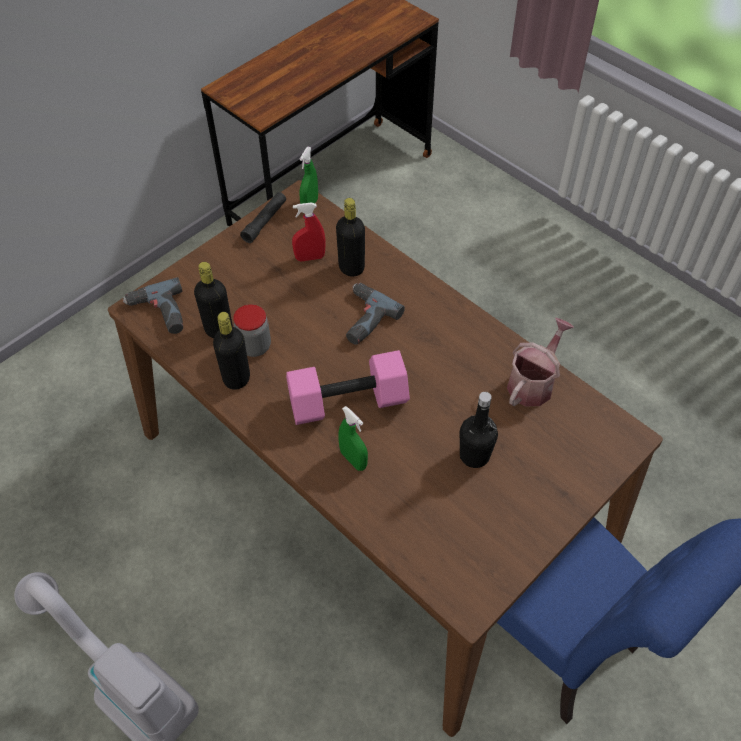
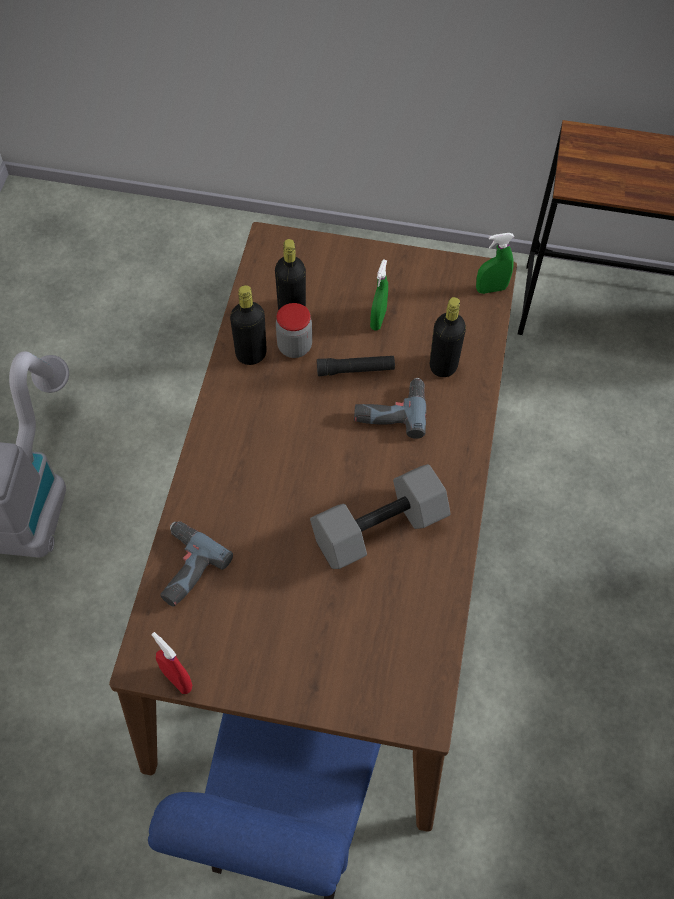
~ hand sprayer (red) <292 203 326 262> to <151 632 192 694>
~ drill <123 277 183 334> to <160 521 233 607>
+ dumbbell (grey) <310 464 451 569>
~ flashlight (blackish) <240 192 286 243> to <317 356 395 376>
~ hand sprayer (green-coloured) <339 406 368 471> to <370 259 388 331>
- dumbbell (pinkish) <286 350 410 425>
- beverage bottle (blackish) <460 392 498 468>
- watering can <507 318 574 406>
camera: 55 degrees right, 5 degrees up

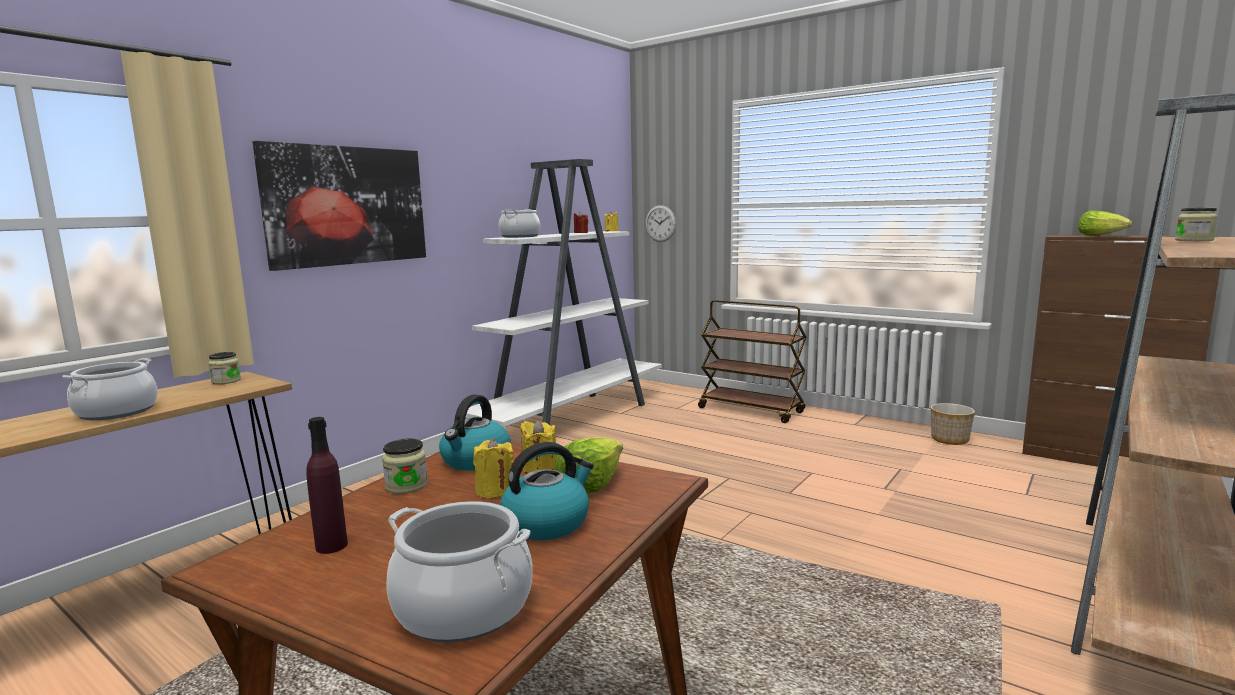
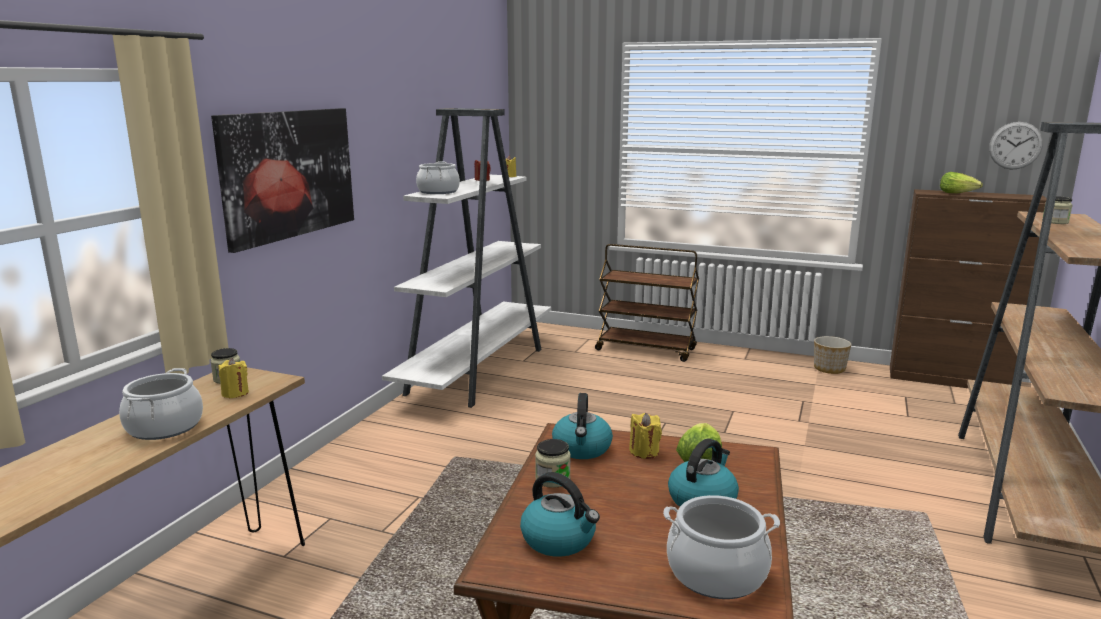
~ candle (yellowish) <473 438 513 498> to <218 358 249 399>
~ beverage bottle (purple-coloured) <306 417 348 554> to water kettle <520 472 600 557>
~ wall clock <645 205 676 242> to <989 122 1043 170>
camera: 15 degrees left, 5 degrees up

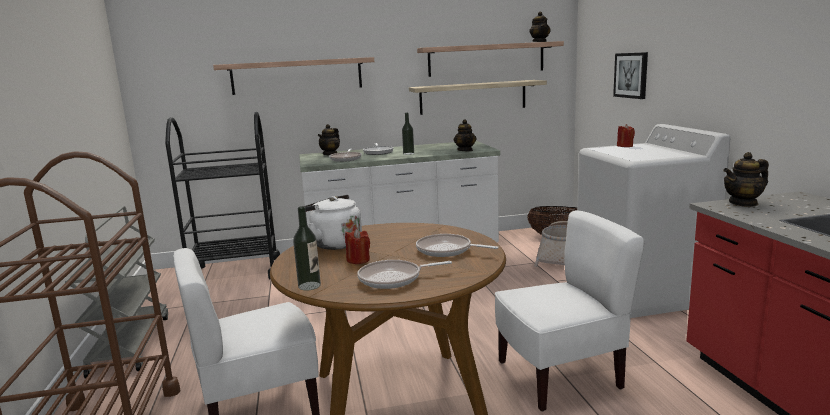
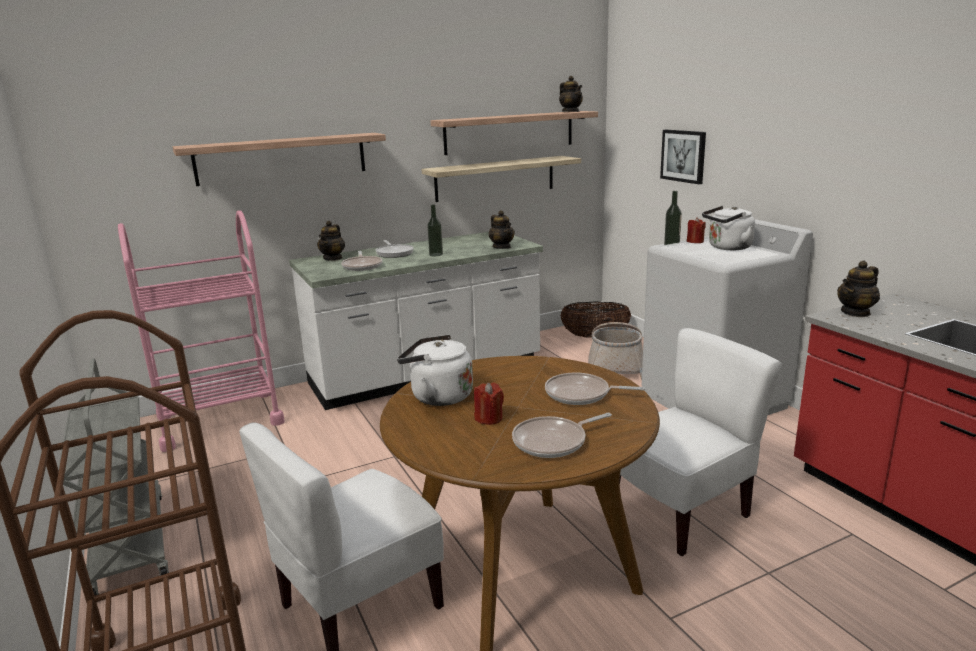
~ cart (blackish) <165 112 280 280> to cart (pinkish) <118 210 285 452>
~ beverage bottle <293 206 321 290> to <664 191 682 248>
+ water kettle (white) <702 206 755 250>
camera: 15 degrees left, 5 degrees up

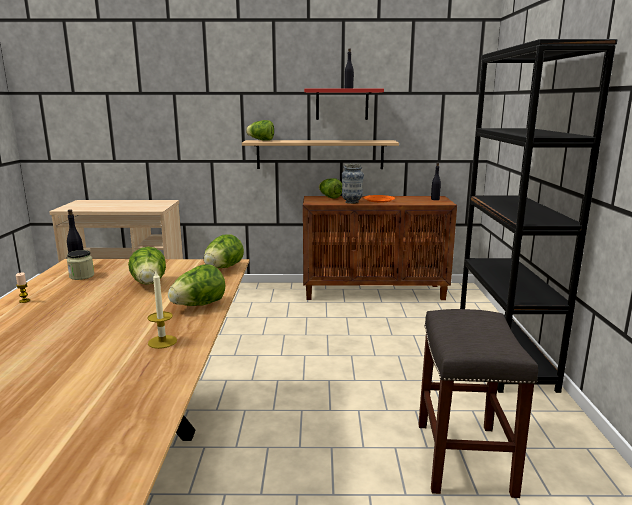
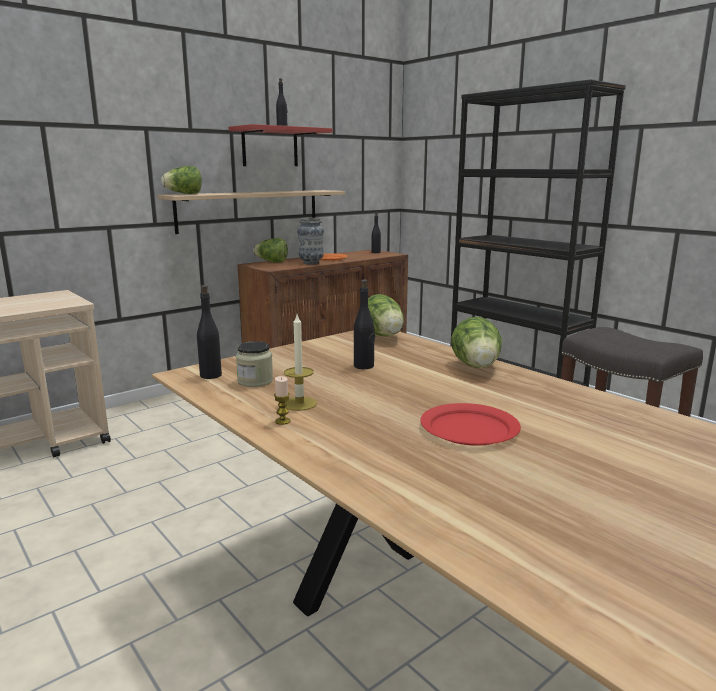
~ candle <147 271 177 349> to <284 315 317 411>
~ head of lettuce <128 247 166 285> to beverage bottle (blackish) <354 279 375 369>
+ flat dish (red) <420 403 521 446>
camera: 40 degrees left, 0 degrees up

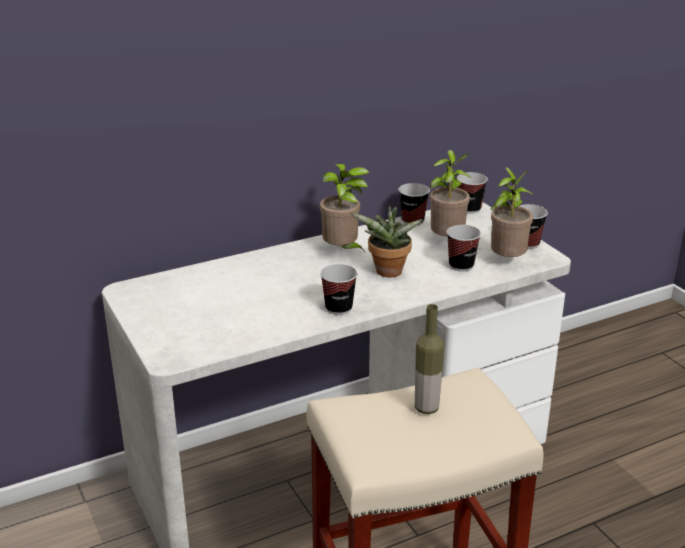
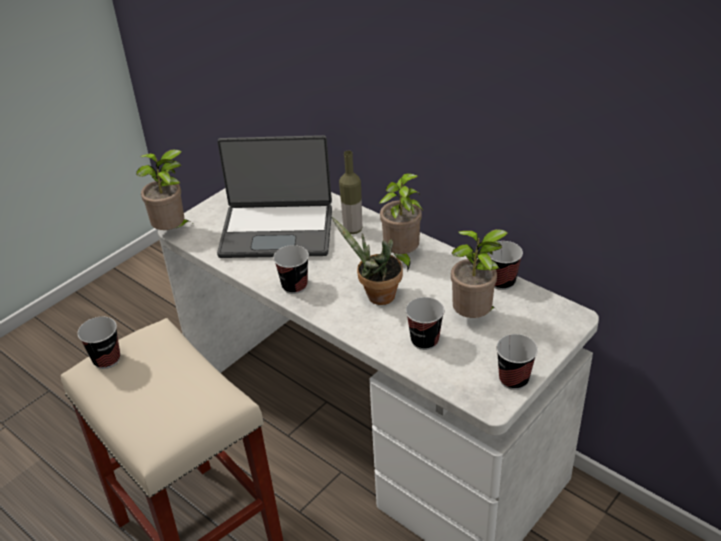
~ drinking cup <457 172 488 214> to <77 317 120 369>
~ houseplant <490 167 534 257> to <136 149 192 230>
+ laptop <217 135 332 258>
~ beverage bottle <415 304 444 414> to <339 150 362 234>
camera: 70 degrees right, 10 degrees up

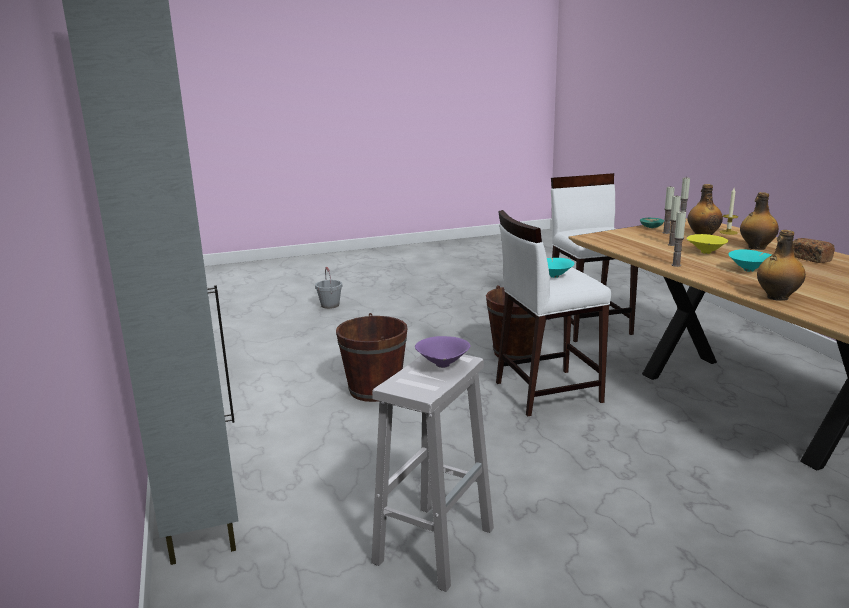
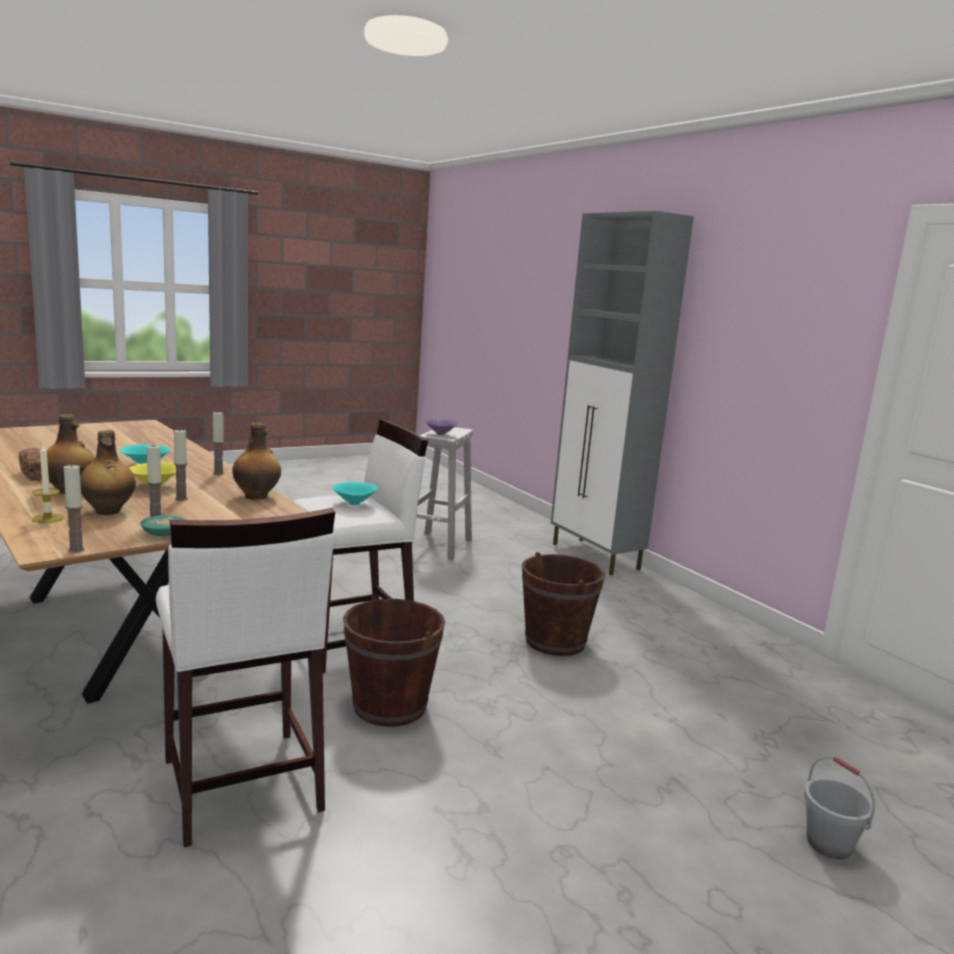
~ beverage bottle <757 230 806 301> to <232 422 281 500>
camera: 165 degrees right, 5 degrees down

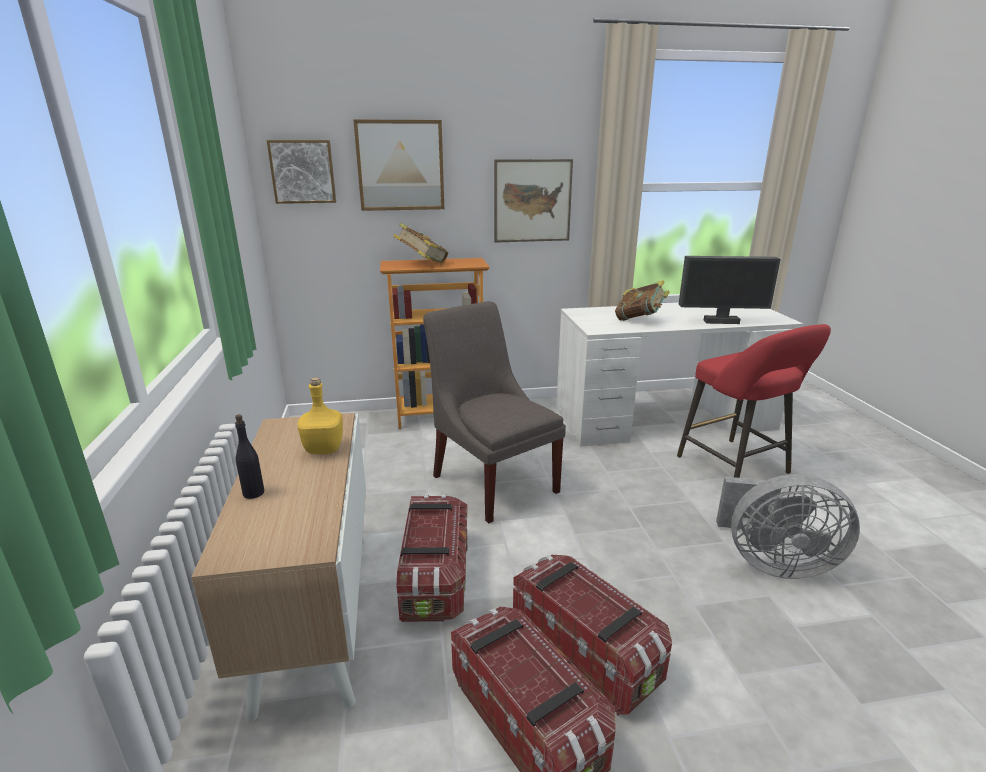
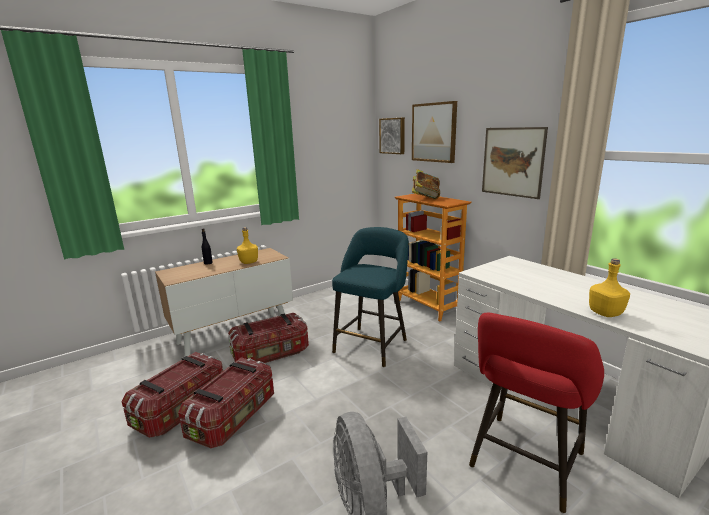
~ upright chair (grey) <423 301 566 523> to stool seat (blue-green) <332 227 409 367>
~ monitor <679 256 781 324> to beverage bottle (yellowish) <589 258 630 317>
- volume <615 280 669 321>
camera: 65 degrees right, 5 degrees down

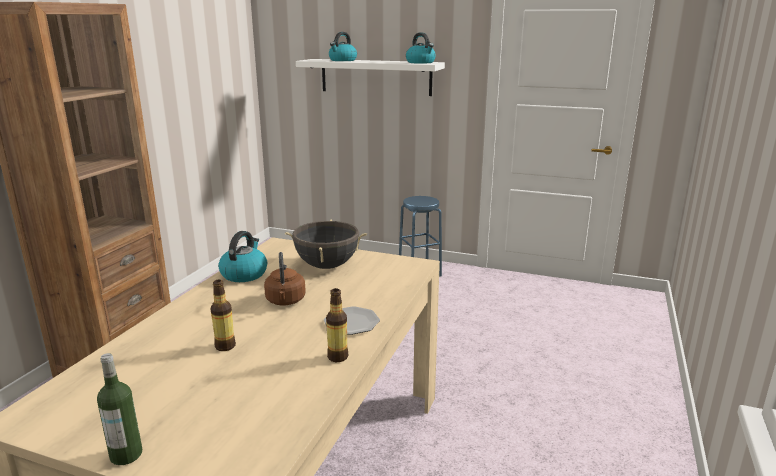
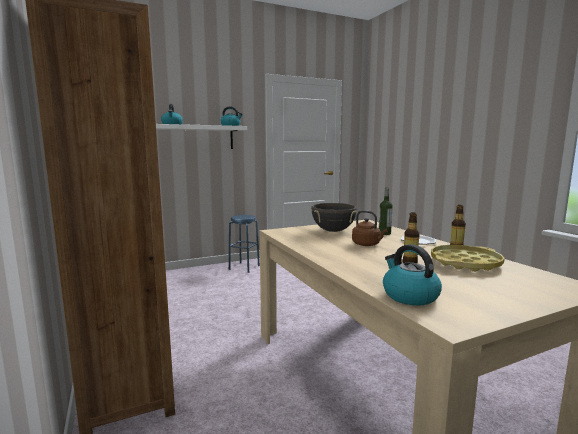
~ beverage bottle <97 353 142 465> to <379 187 393 235>
~ water kettle <218 231 267 282> to <383 244 442 306>
+ carrying tray (yellowish) <431 245 505 272>
camera: 45 degrees left, 10 degrees down

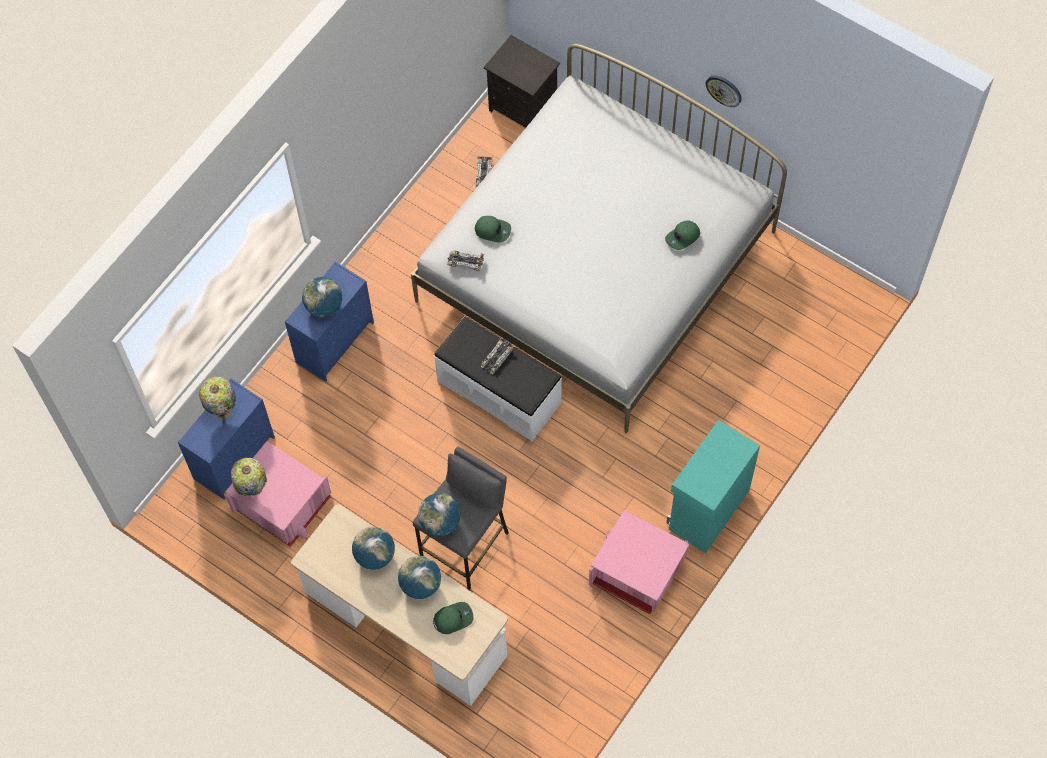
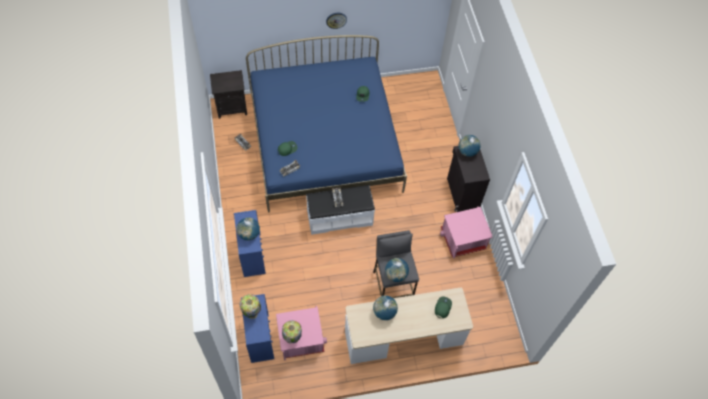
~ bedroom bed (white) <411 44 787 433> to bedroom bed (bluish) <246 35 407 212>
~ storage cabinet (blue-green) <666 420 760 553> to storage cabinet (blackish) <447 146 490 212>
~ world globe <398 556 441 599> to <459 135 481 157>
camera: 50 degrees left, 5 degrees down

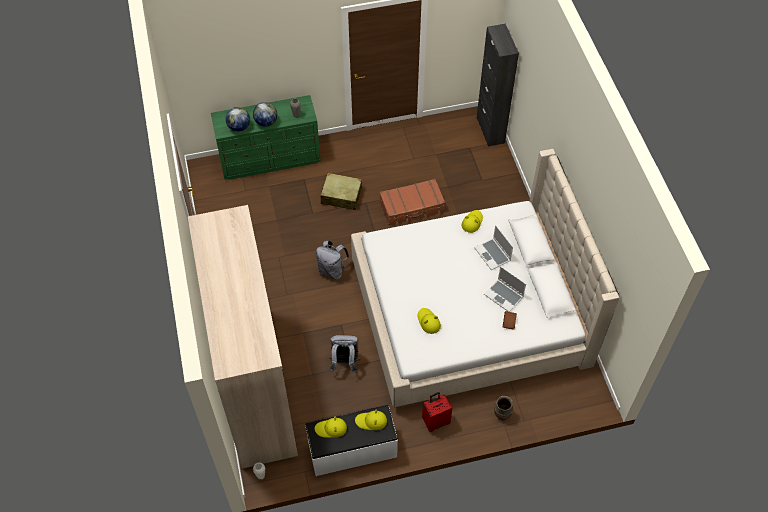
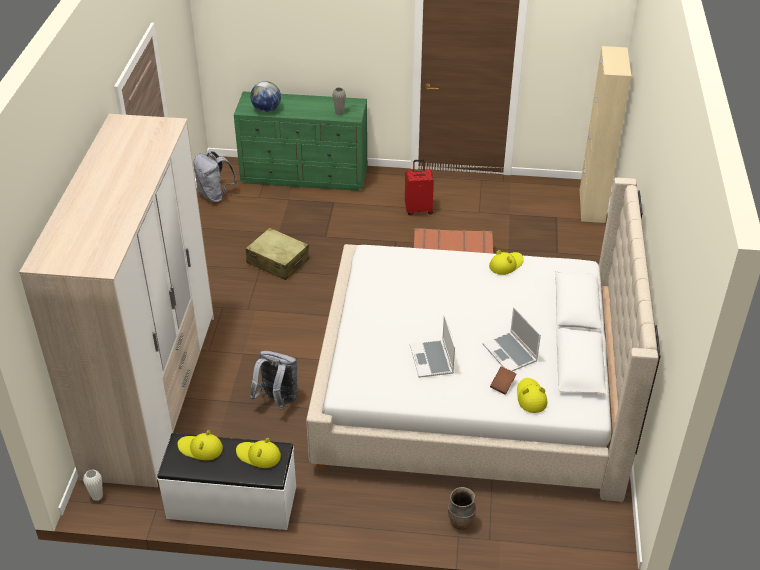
~ knapsack (grey) <316 241 349 279> to <193 151 237 203>
~ suitcase (beige-coloured) <321 173 362 210> to <246 228 309 280>
~ suitcase (red) <422 392 452 432> to <405 160 434 215>
~ laptop <474 225 513 270> to <410 315 455 378>
~ wearable hat (yellowish) <418 308 441 334> to <517 378 547 413>
~ storage cabinet (blackish) <477 24 519 146> to storage cabinet (beige-coloured) <579 46 631 223>
- world globe <253 102 277 127>
camera: 20 degrees right, 15 degrees down

